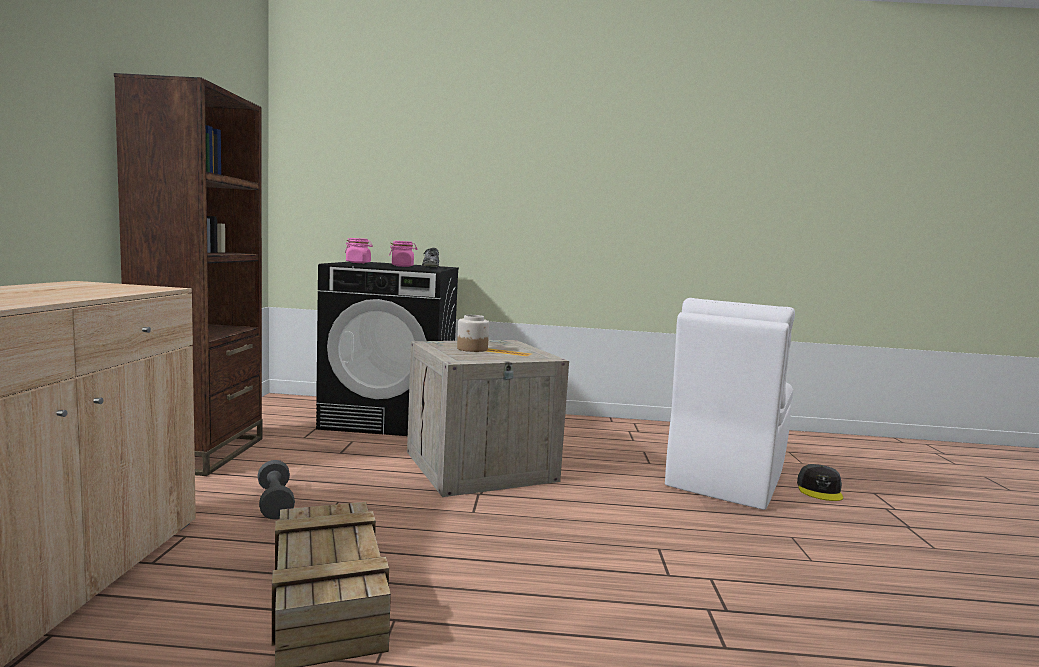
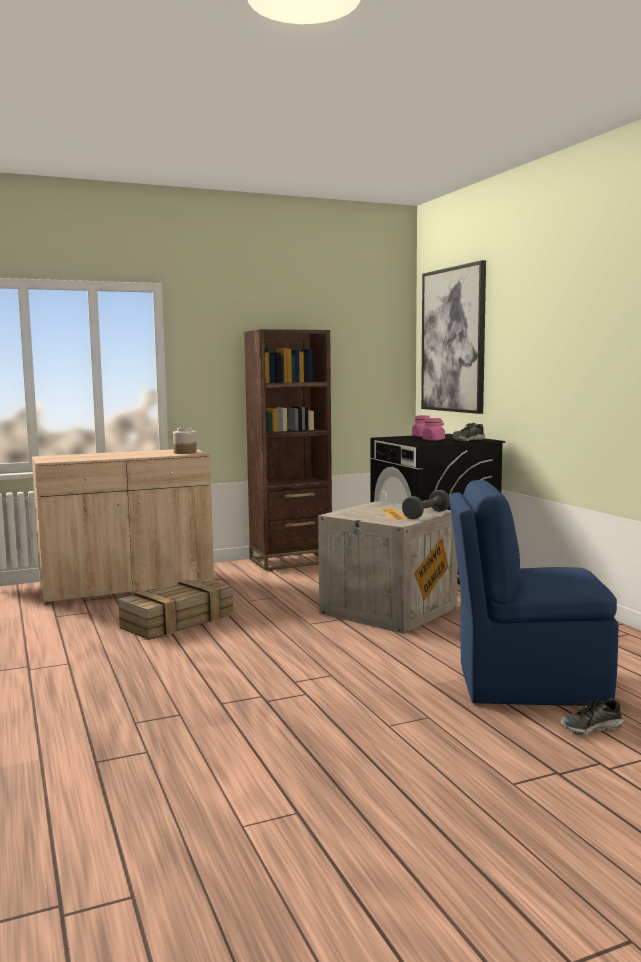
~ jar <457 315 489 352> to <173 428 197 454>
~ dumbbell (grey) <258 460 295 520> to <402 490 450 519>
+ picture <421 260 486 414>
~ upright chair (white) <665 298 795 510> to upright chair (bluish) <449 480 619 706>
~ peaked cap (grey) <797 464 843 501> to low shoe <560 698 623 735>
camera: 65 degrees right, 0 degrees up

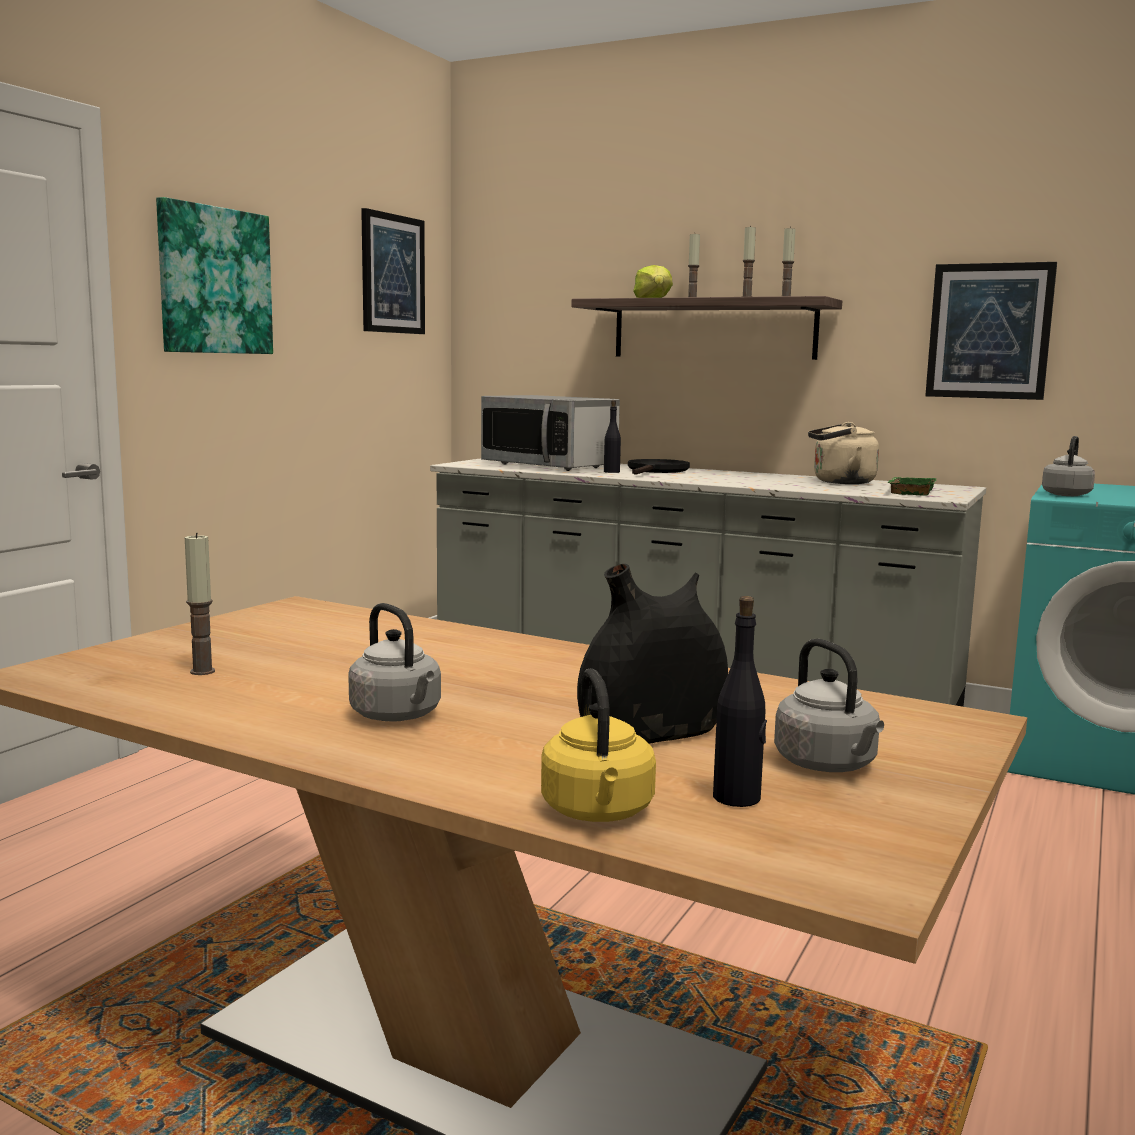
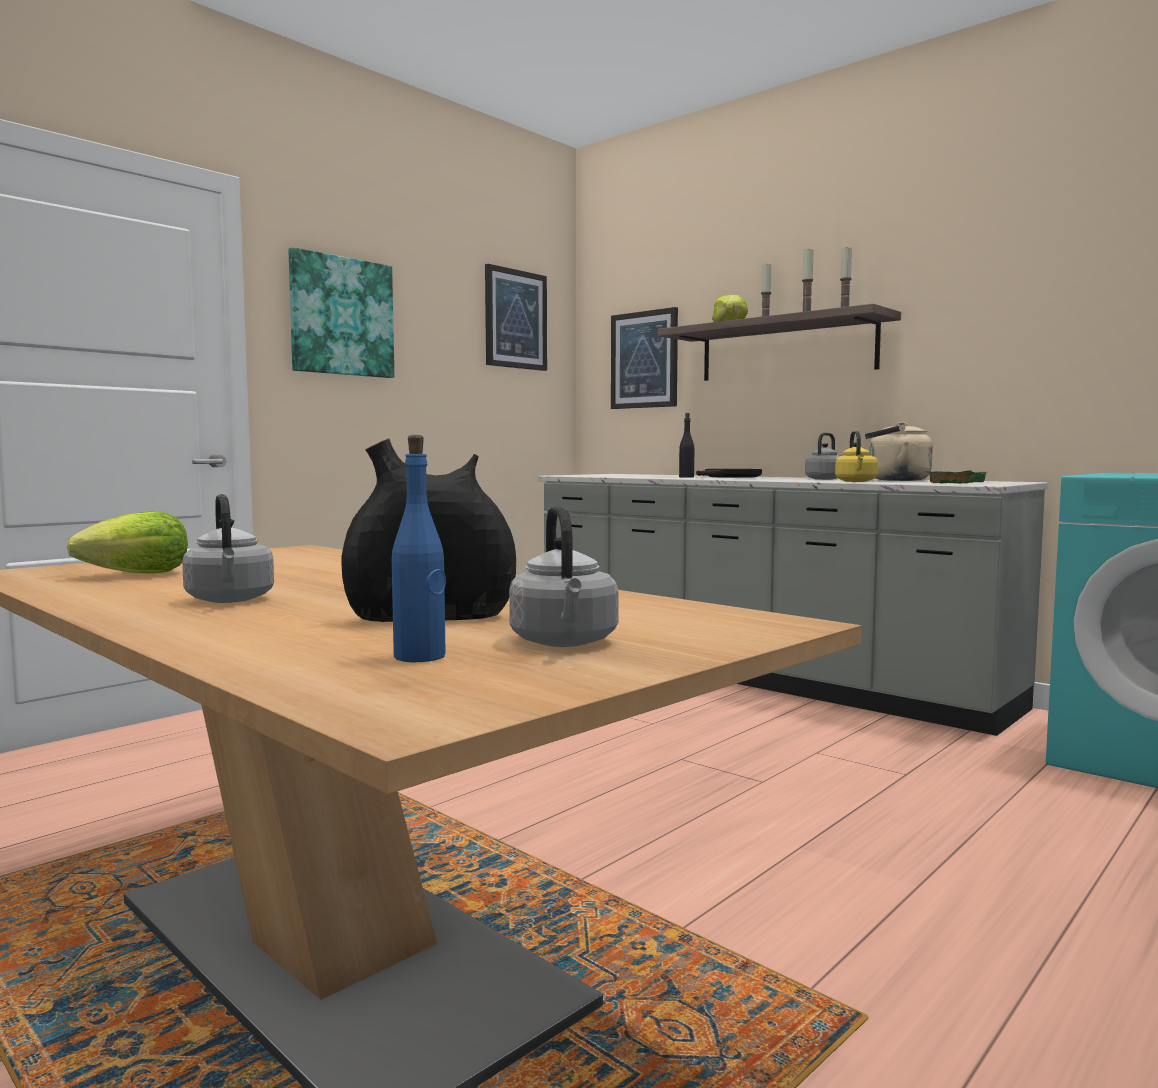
~ candle <185 533 215 675> to head of lettuce <67 511 188 574>
~ beverage bottle (blackish) <713 596 767 807> to beverage bottle (bluish) <392 435 446 662>
~ picture <925 262 1057 400> to <611 307 678 409>
~ water kettle (grey) <1042 436 1095 496> to <805 433 843 480>
~ water kettle (yellowish) <541 669 656 822> to <835 431 878 482>
- kitchen microwave <481 395 620 471>
camera: 15 degrees right, 5 degrees down

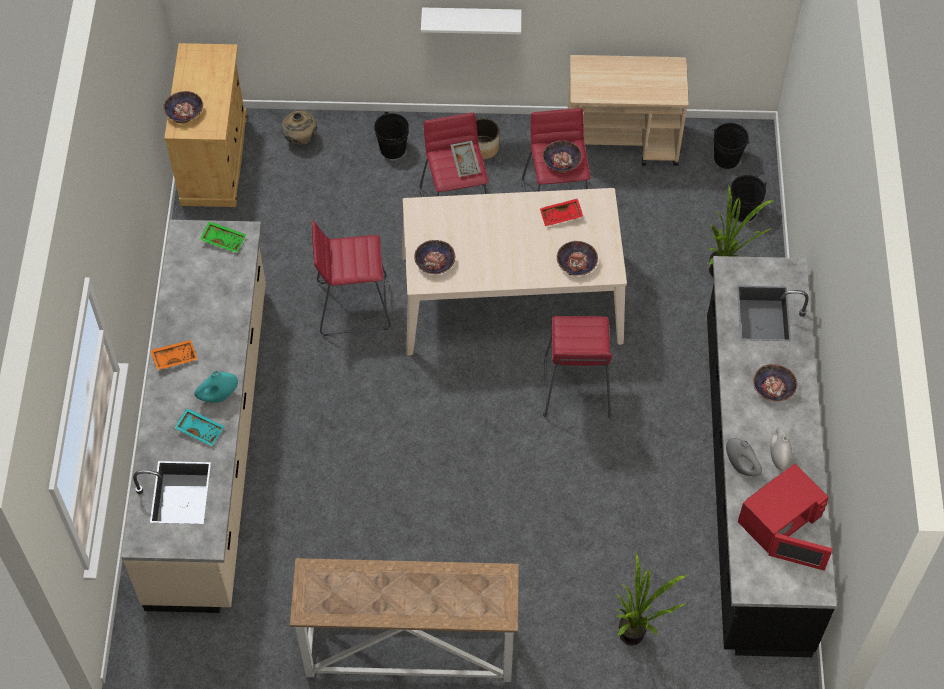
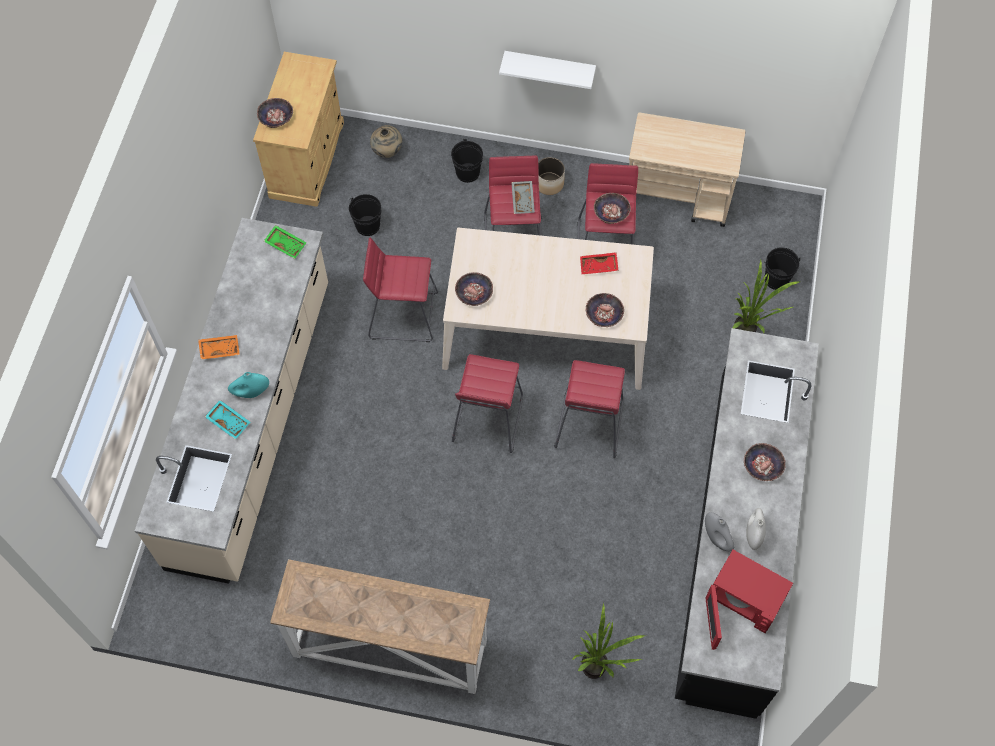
~ bucket (blackish) <712 123 749 169> to <349 194 381 236>
+ stool seat (red) <452 354 523 453>
~ kitchen microwave (red) <738 463 833 571> = <705 549 793 650> 60 degrees clockwise
camera: 10 degrees right, 5 degrees up

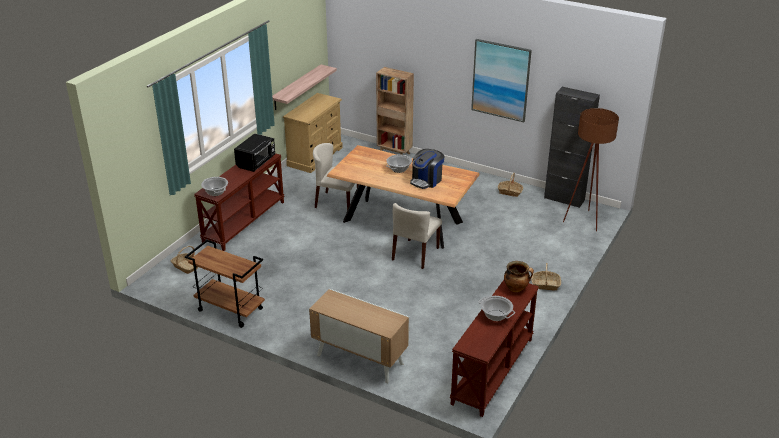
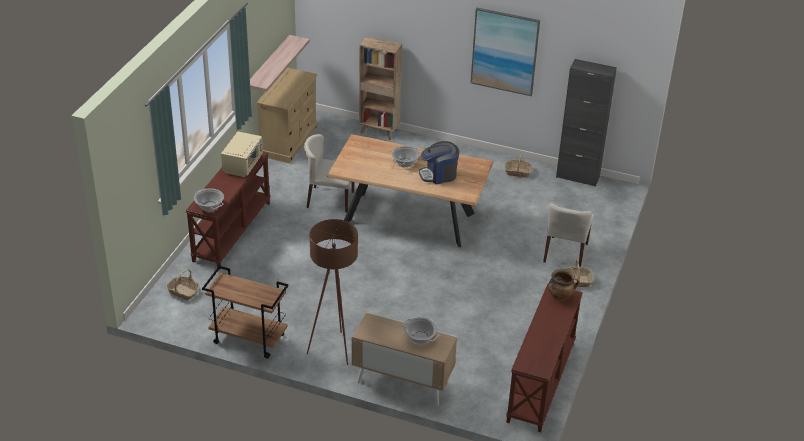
~ kitchen microwave (blackish) <234 133 275 172> to kitchen microwave (beige-coloured) <221 131 263 177>
~ standard lamp (brownish) <563 108 619 231> to <307 219 358 365>
~ saucepot <479 296 515 321> to <402 317 440 344>
~ coffee maker <410 149 444 189> = <419 141 459 184> 45 degrees clockwise
~ upright chair (beige-coloured) <392 203 442 269> to <543 203 594 267>
camera: 10 degrees left, 5 degrees up

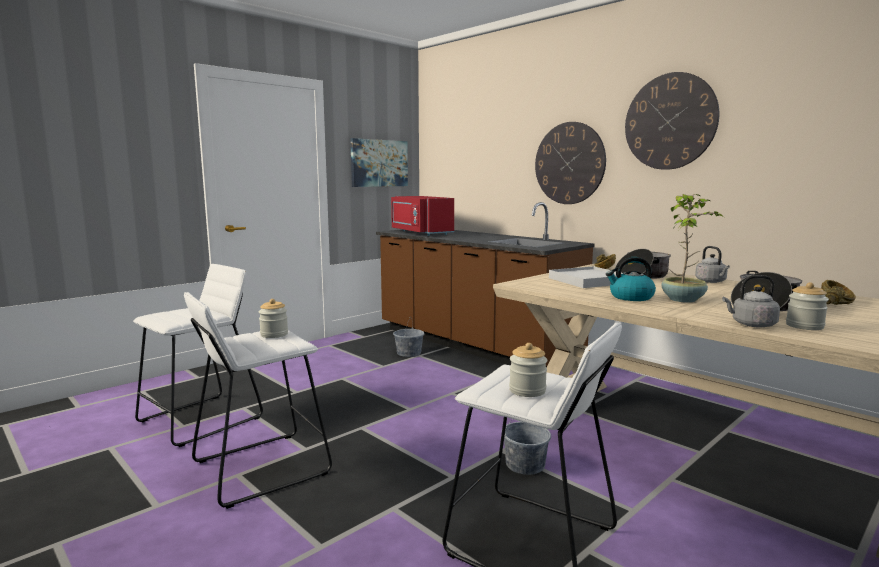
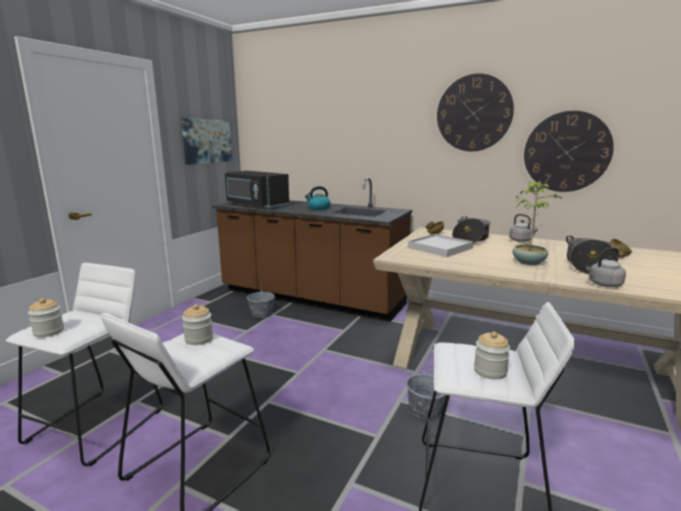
~ jar <786 282 829 330> to <28 298 64 338>
~ kitchen microwave (red) <391 196 454 236> to kitchen microwave (blackish) <225 171 289 209>
~ water kettle <606 257 656 301> to <305 186 331 210>
~ wall clock <535 122 606 204> to <524 111 614 192>
camera: 20 degrees left, 5 degrees up

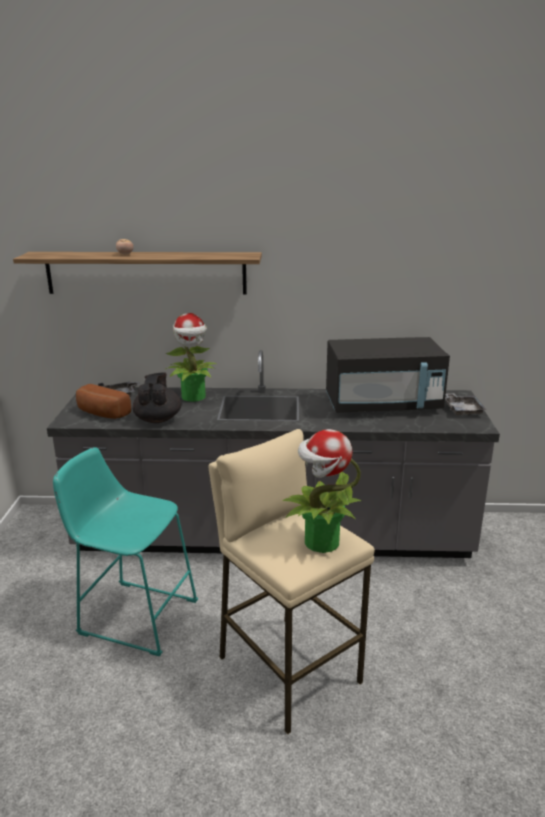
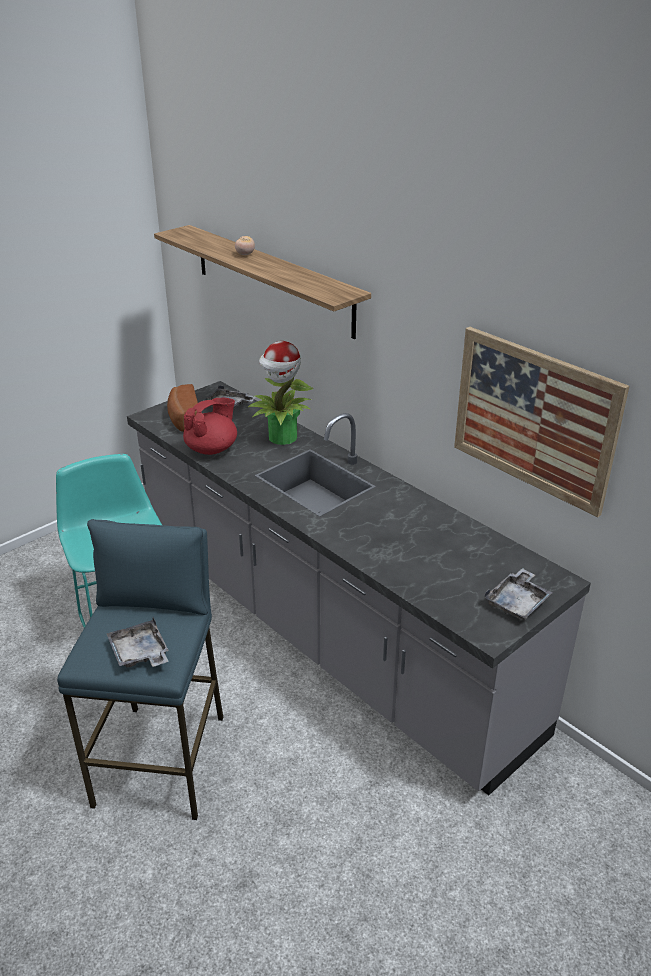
~ stool seat (beige-coloured) <208 429 375 734> to stool seat (bluish) <57 519 223 820>
~ houseplant <282 429 362 553> to carrying tray (grey) <107 617 169 668>
~ teapot (blackish) <133 372 181 423> to teapot (red) <183 398 237 455>
+ picture <454 327 629 517>
- kitchen microwave (blackish) <326 337 450 413>
camera: 45 degrees right, 10 degrees up

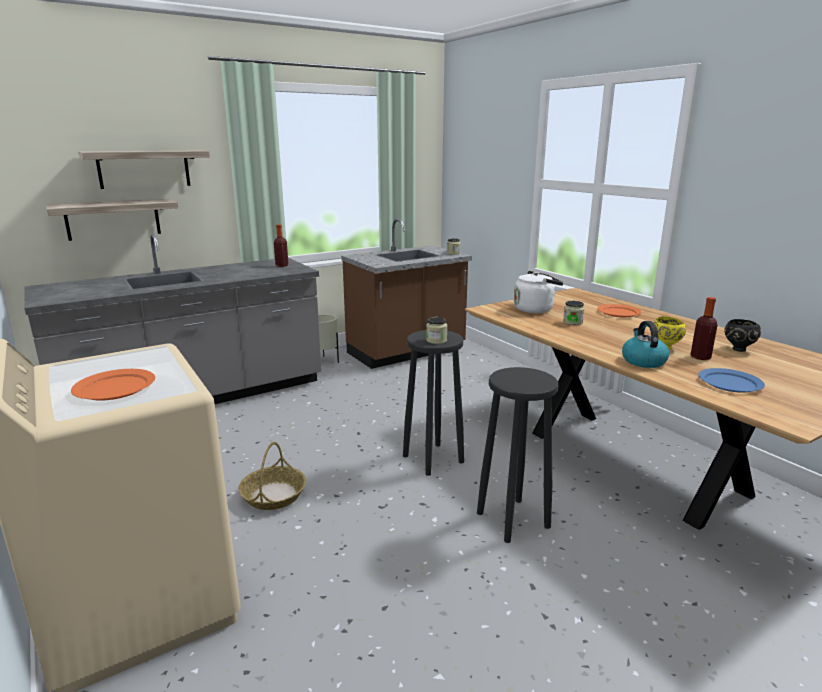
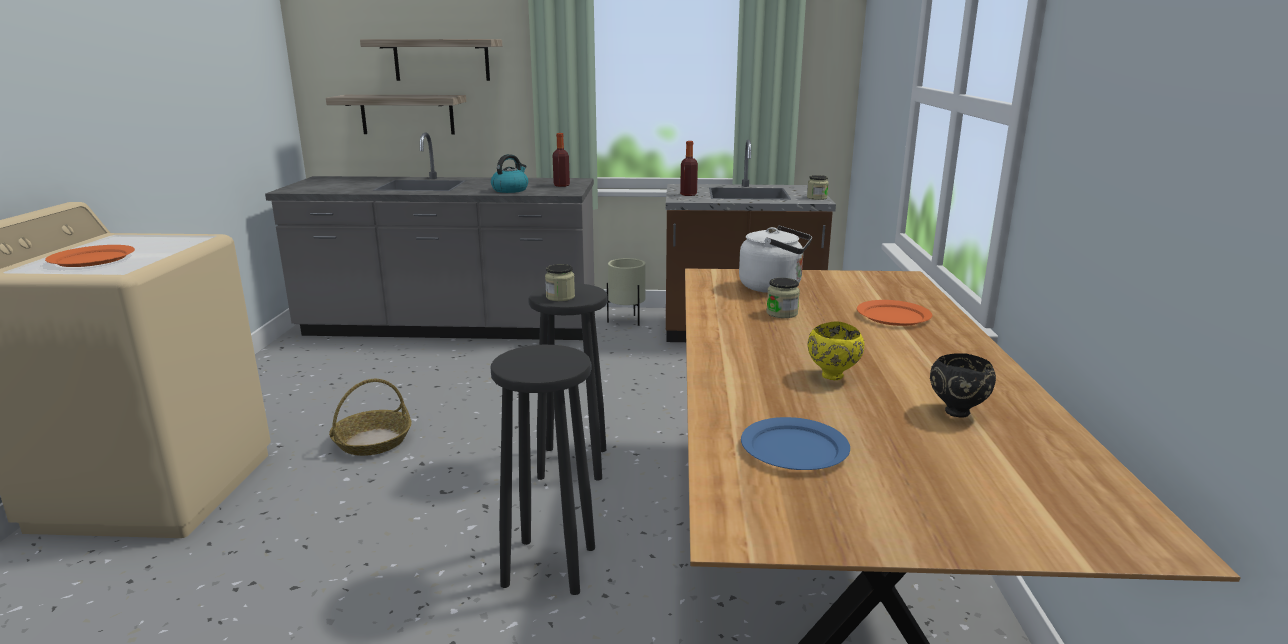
~ water kettle <622 321 669 368> to <491 154 528 193>
~ beverage bottle <691 297 718 360> to <680 141 698 196>
camera: 35 degrees right, 0 degrees up

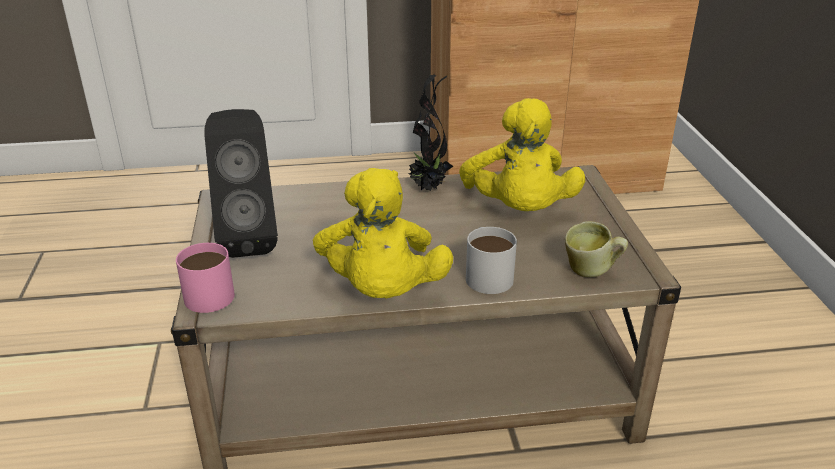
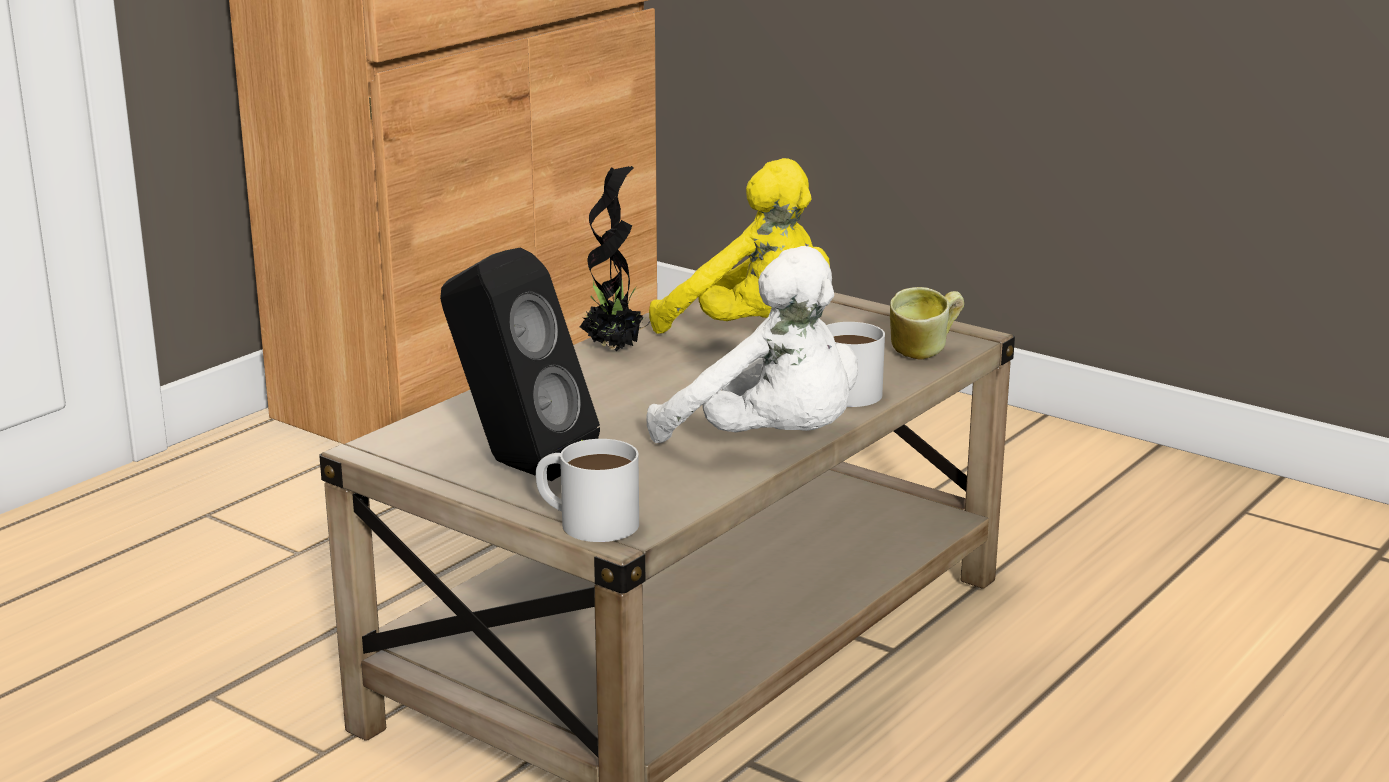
~ mug (pinkish) <176 243 235 313> to mug (white) <536 439 639 542>
~ soft toy (yellowish) <313 168 453 298> to soft toy (white) <646 246 858 443>
camera: 45 degrees left, 10 degrees down

